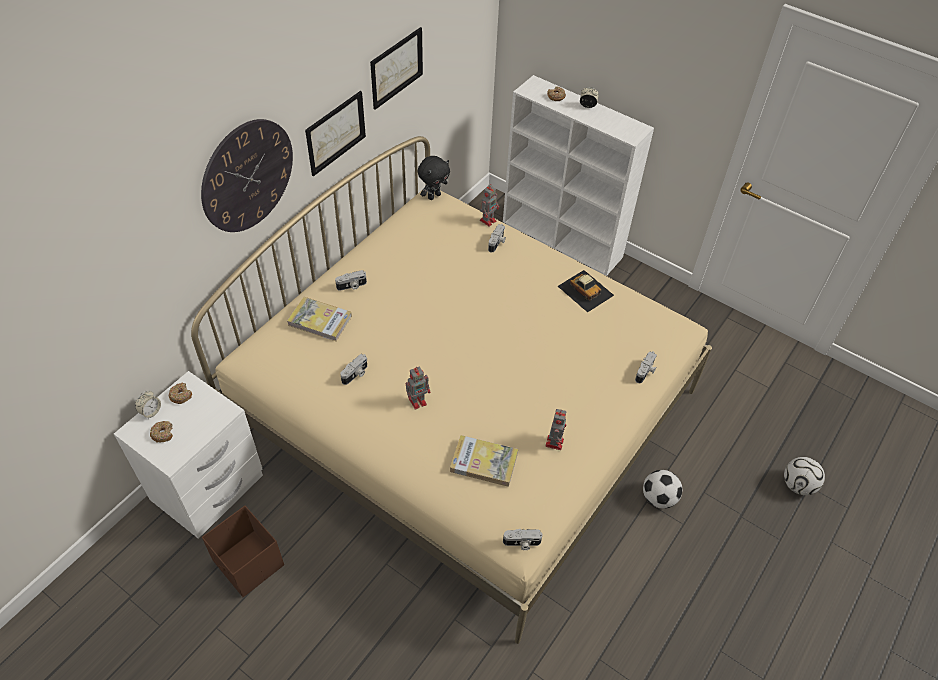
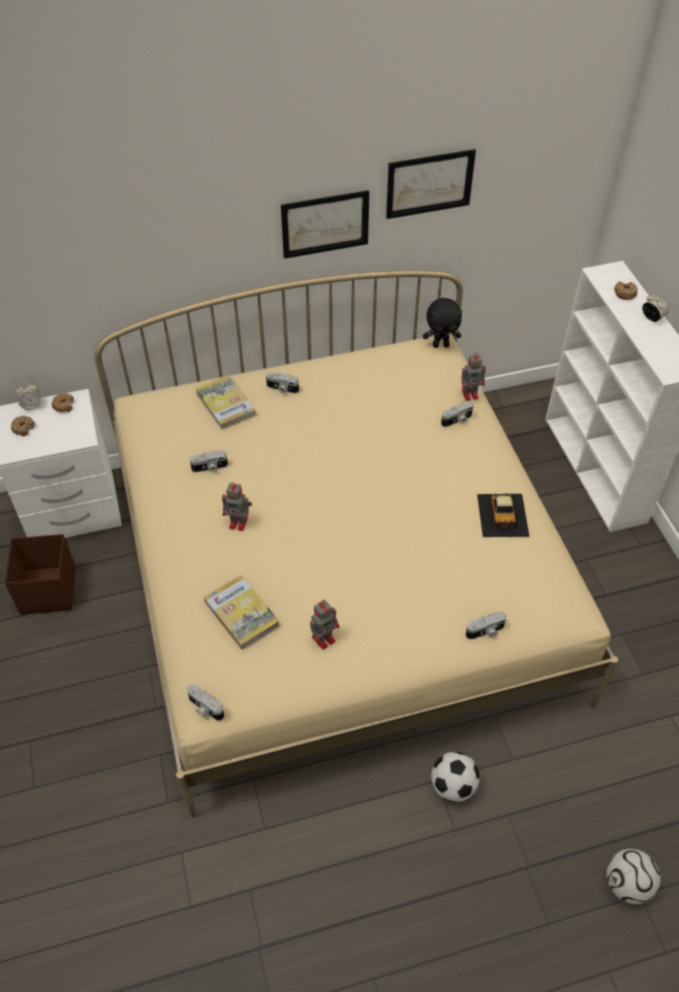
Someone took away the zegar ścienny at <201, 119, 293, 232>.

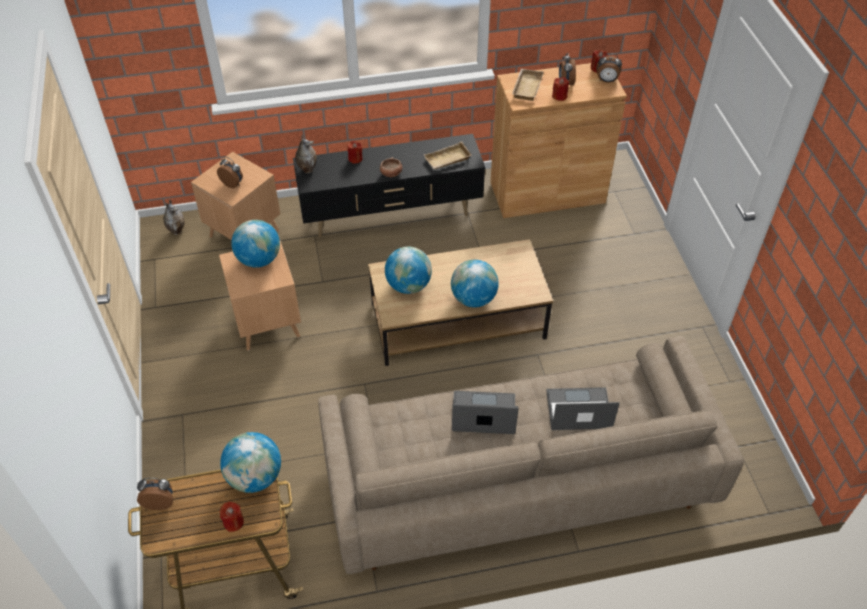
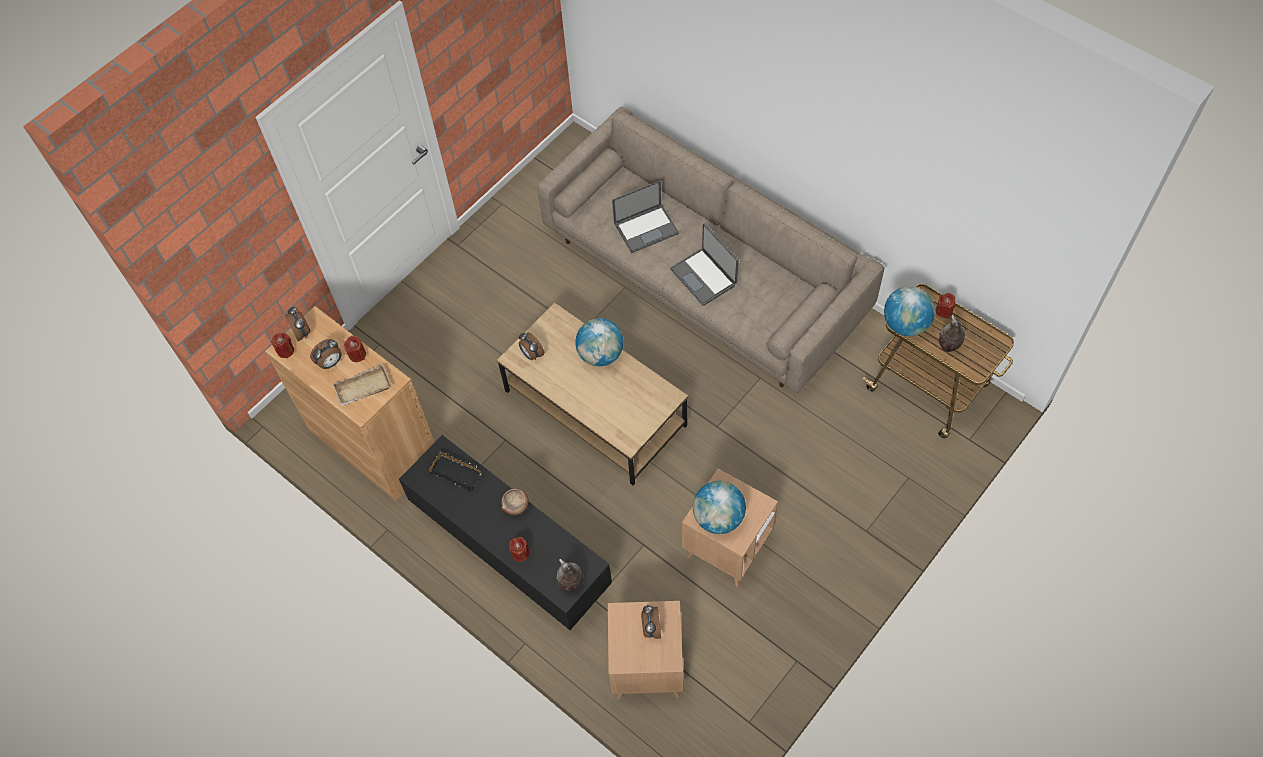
Someone carried the budzik from <137, 478, 173, 510> to <519, 332, 545, 360>.
Someone carried the wazon from <163, 200, 184, 235> to <939, 315, 965, 352>.
Someone took away the globus at <385, 247, 432, 294>.
Someone repainted the taca [beżowy] at <424, 141, 472, 169>, which became the taca [czarny] at <426, 449, 485, 492>.
Someone rotated the laptop at <546, 387, 620, 430> by 75 degrees counterclockwise.

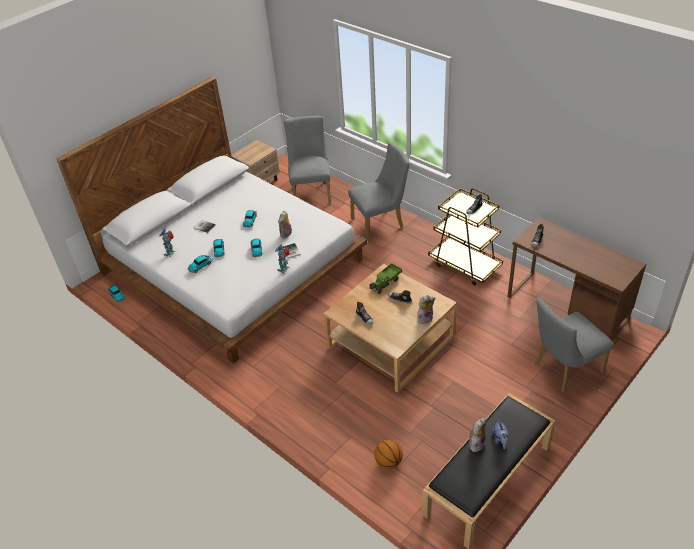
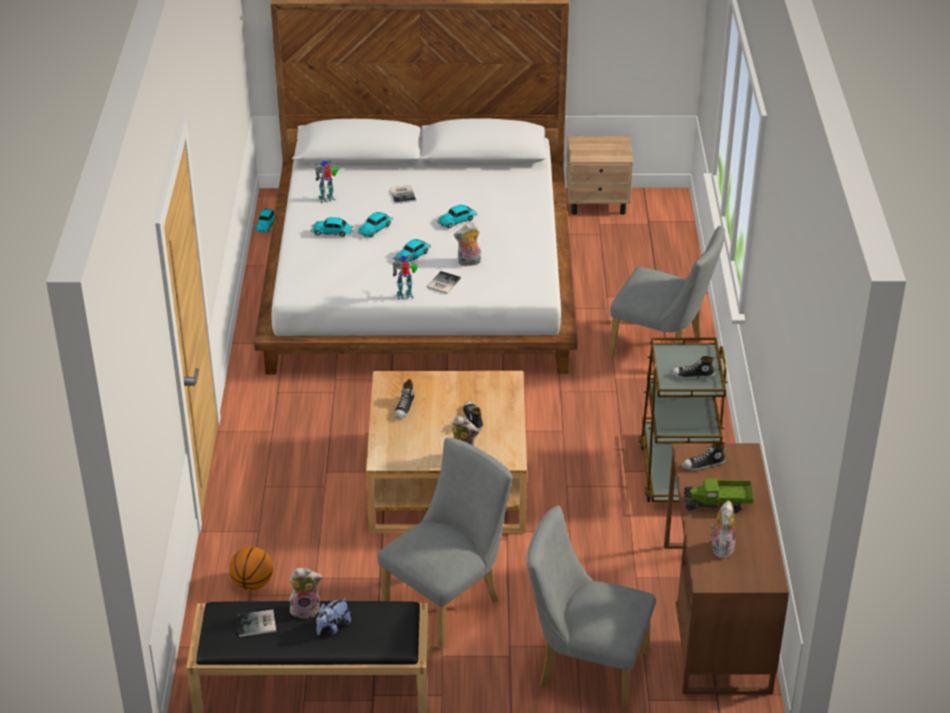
Someone carried the krzesło [szary] from <284, 116, 331, 203> to <378, 438, 513, 650>.
Someone carried the ciężarówka zabawkowa from <369, 263, 402, 294> to <683, 478, 754, 513>.
Someone put down the książka at <237, 609, 276, 637>.
Someone put down the pluszak at <710, 501, 735, 559>.

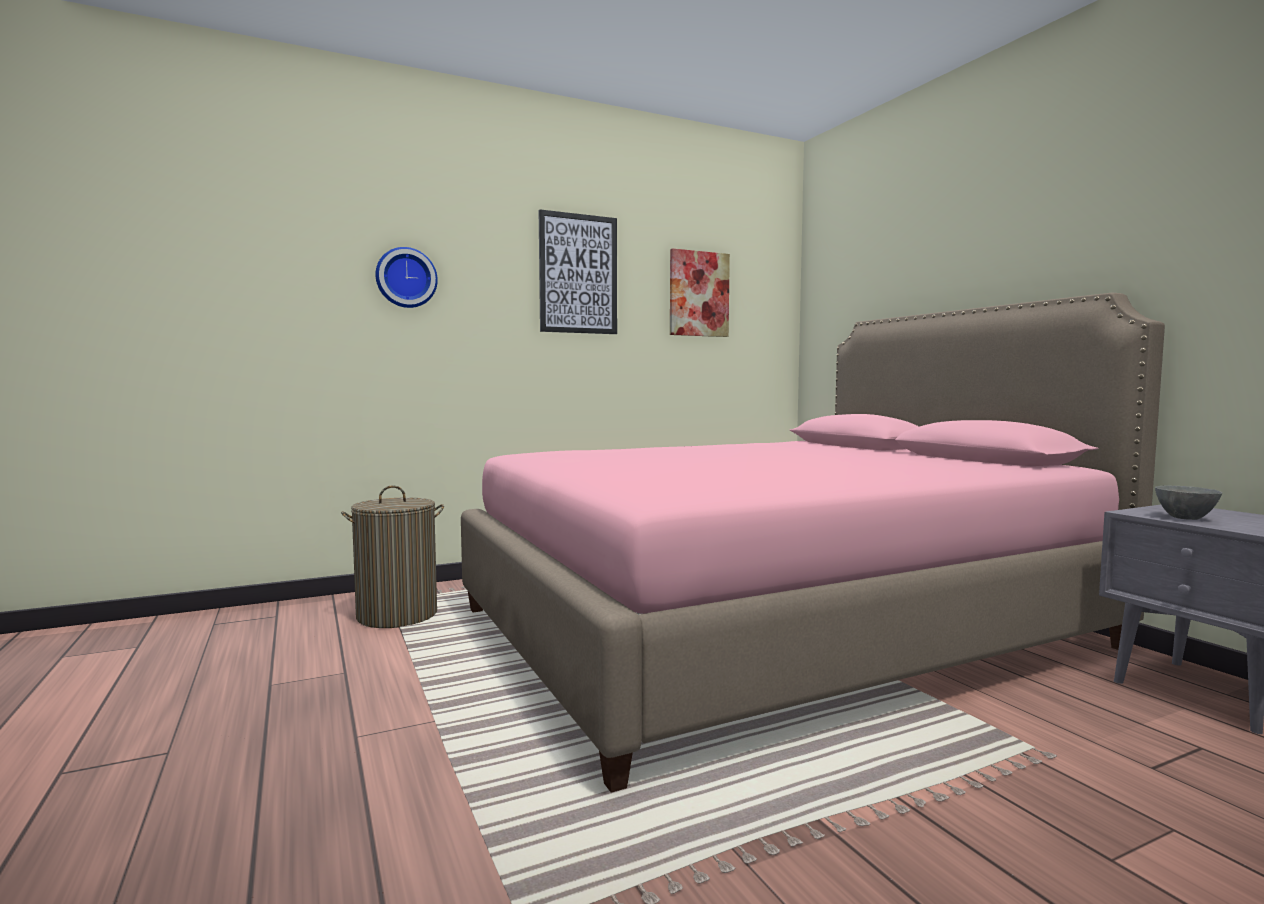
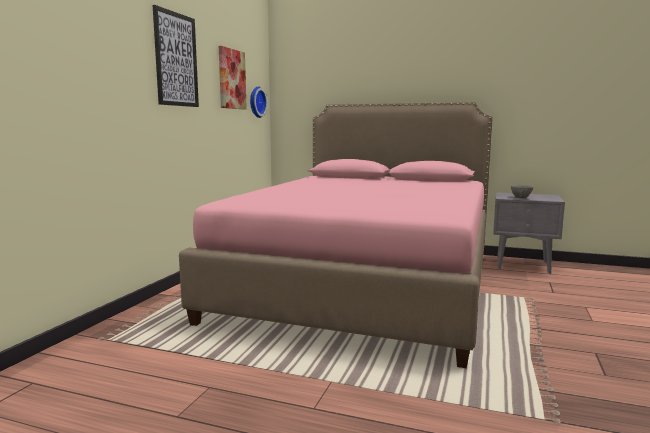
Someone took away the kosz na pranie at <341, 485, 444, 628>.
Someone carried the zegar ścienny from <375, 247, 438, 308> to <250, 86, 268, 118>.

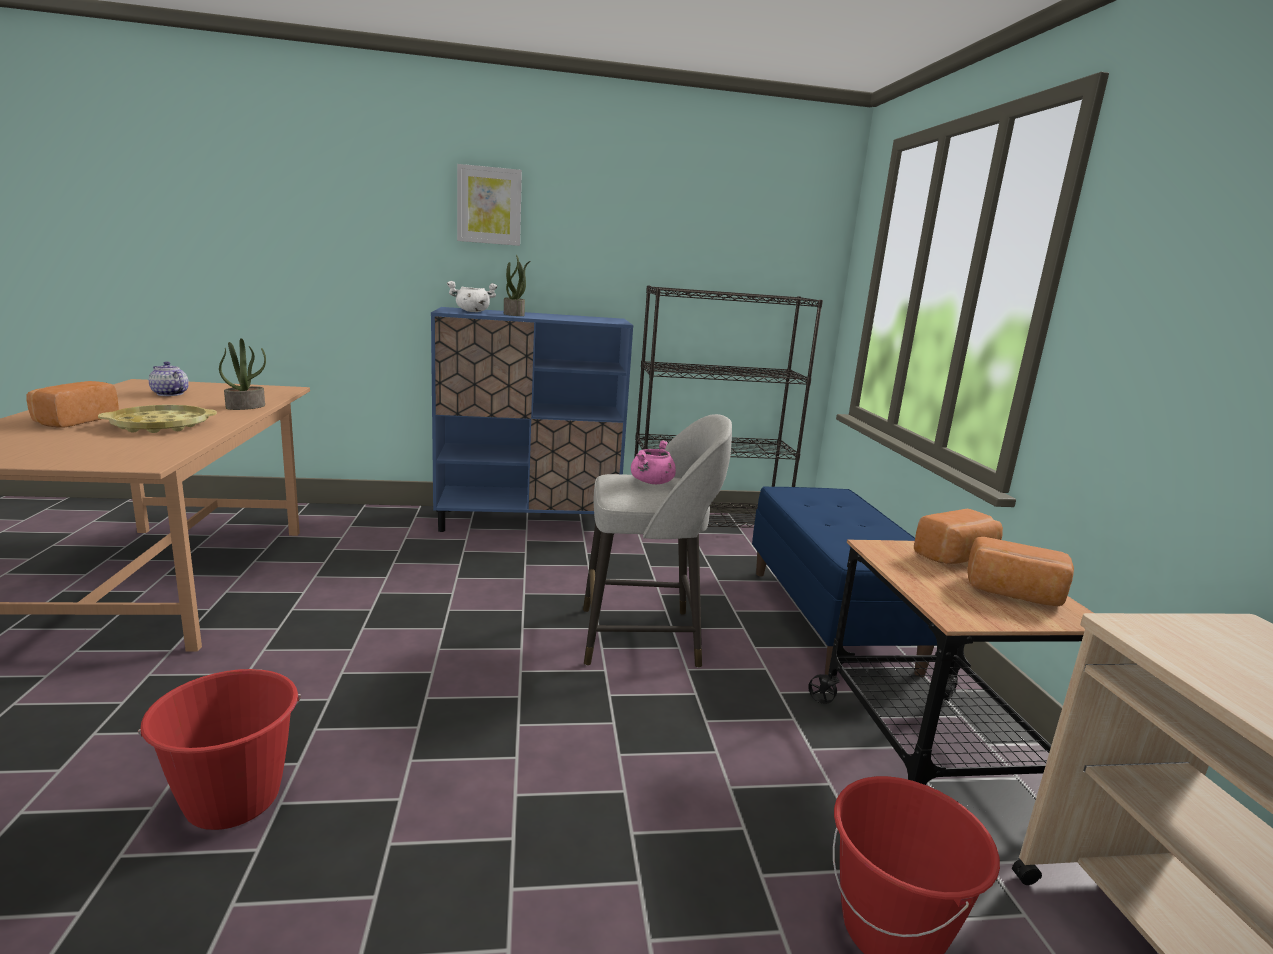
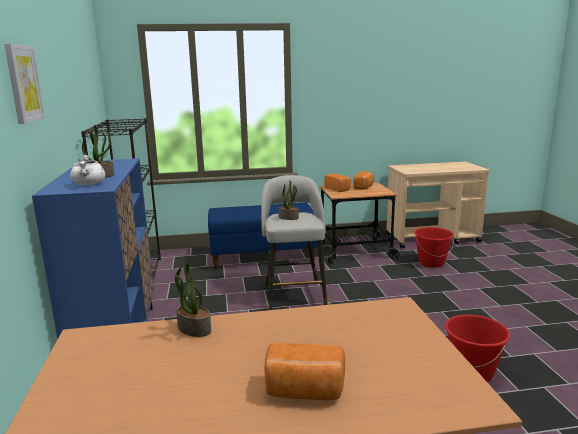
Someone took away the taca [żółty] at <98, 405, 217, 433>.
Someone took away the imbryk at <149, 361, 189, 396>.
Someone swapped the garnek [różowy] at <631, 440, 676, 484> for the roślina doniczkowa at <279, 180, 299, 220>.

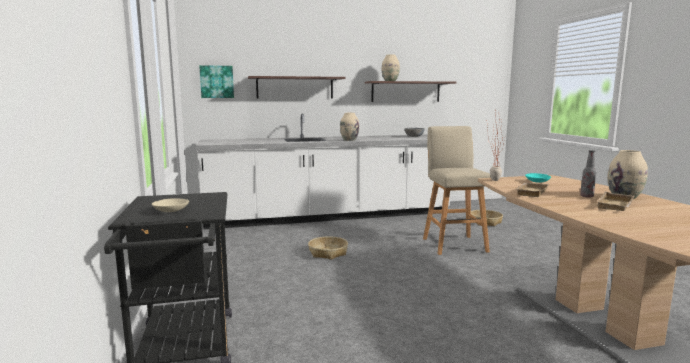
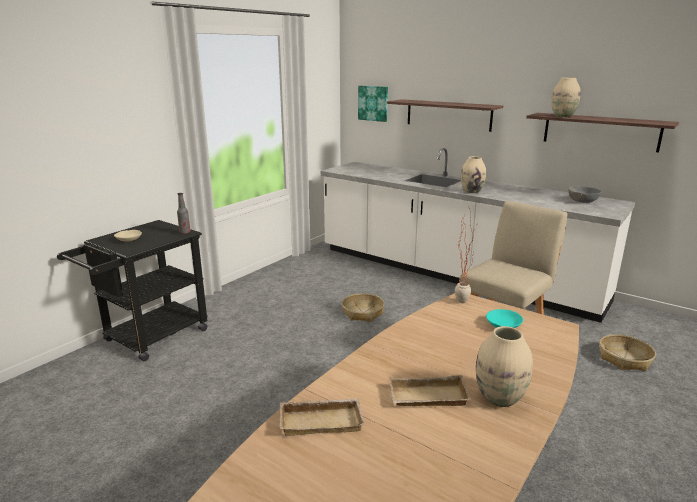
Someone carried the taca [beżowy] from <516, 183, 549, 197> to <279, 398, 364, 436>.
Someone carried the butelka from <580, 150, 596, 198> to <177, 193, 190, 234>.

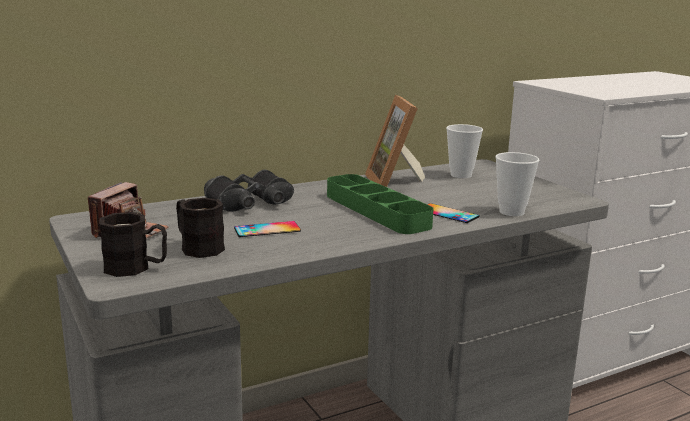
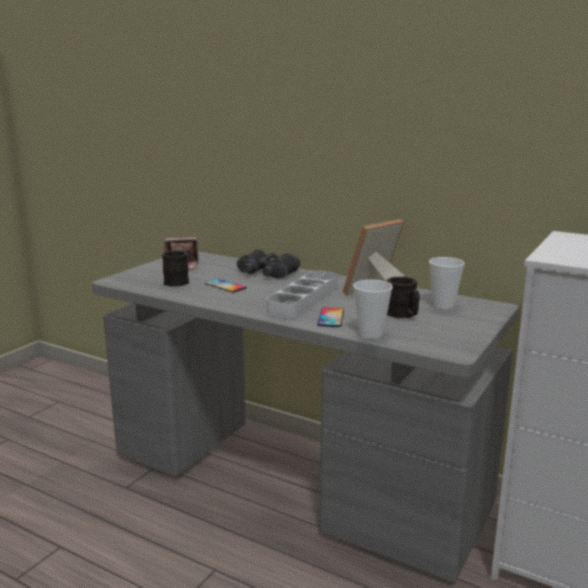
Someone carried the kubek [czarny] from <99, 212, 167, 277> to <387, 277, 420, 318>.
Someone repainted the taca [zielony] at <327, 174, 434, 234>, which became the taca [szary] at <267, 270, 338, 319>.

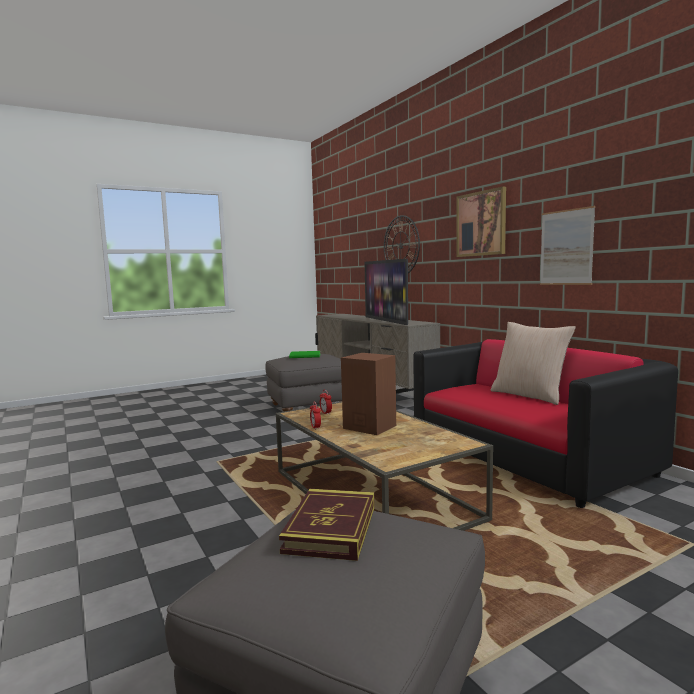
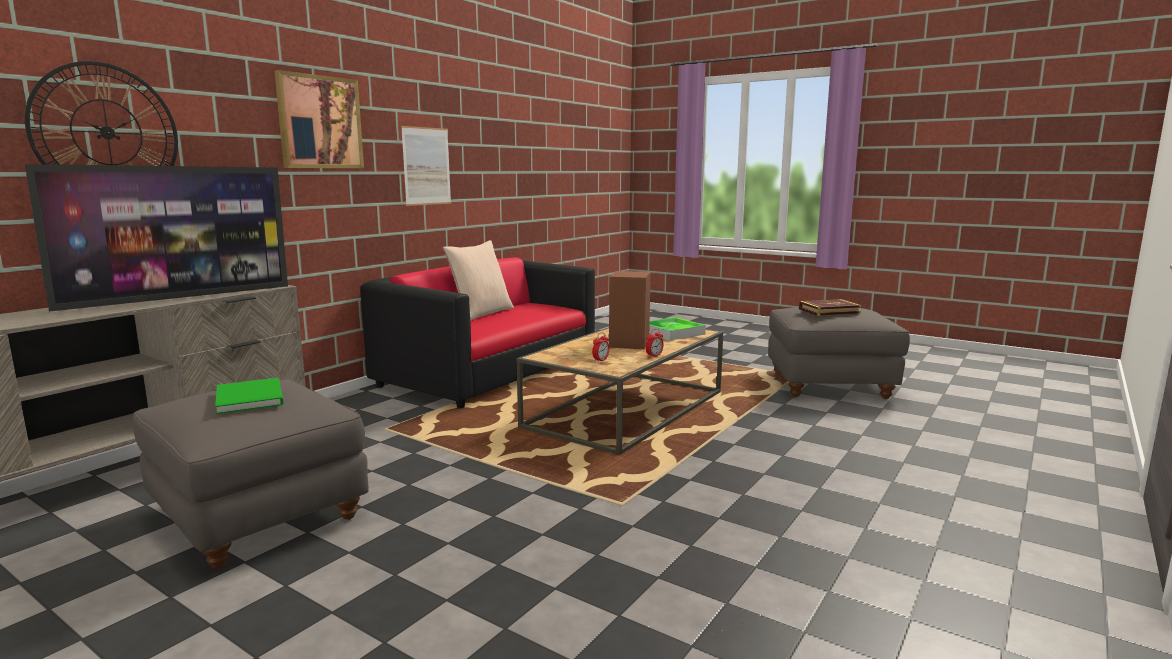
Someone put down the taca at <649, 317, 706, 340>.

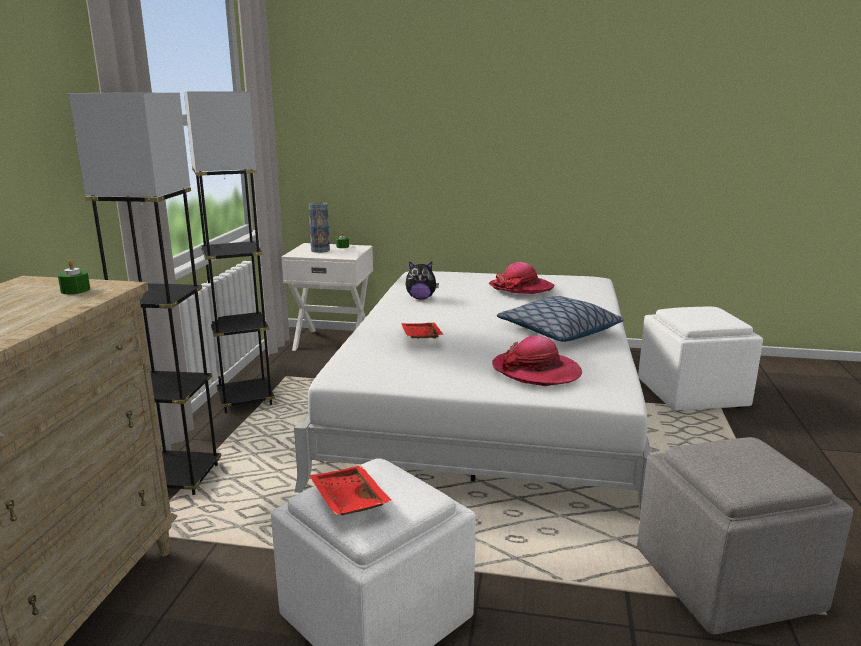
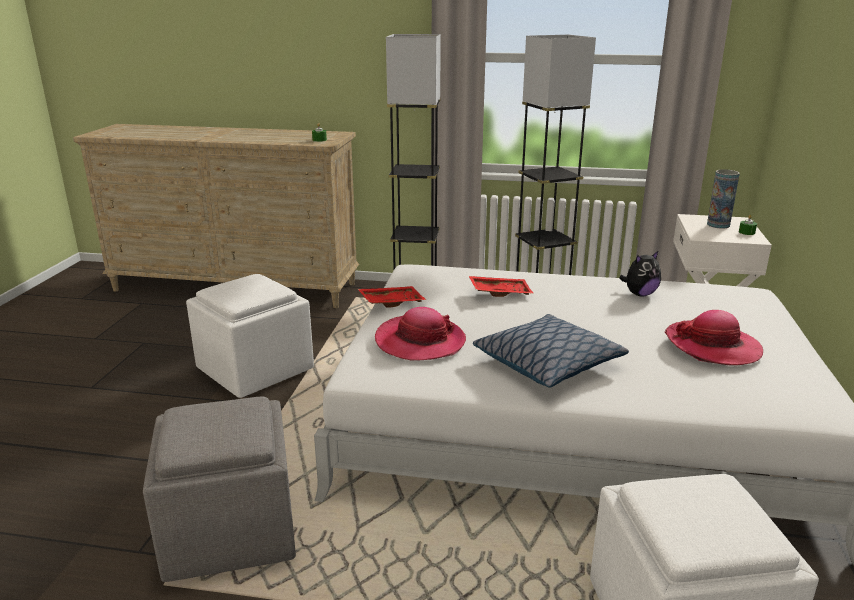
Someone carried the taca [czerwony] from <309, 465, 393, 515> to <358, 286, 426, 308>.
Someone rotated the pluszak at <405, 261, 439, 299> by 120 degrees counterclockwise.

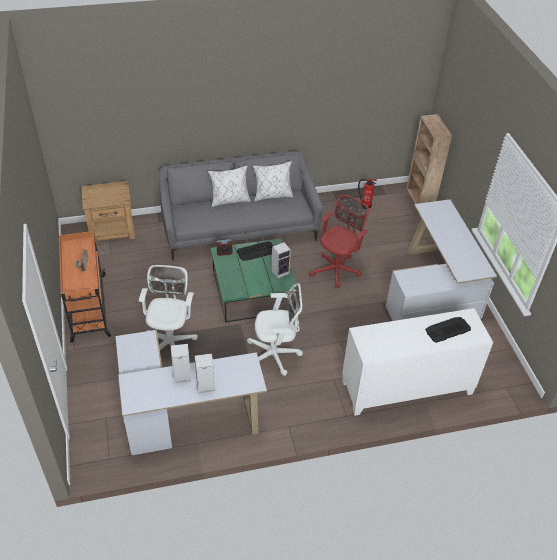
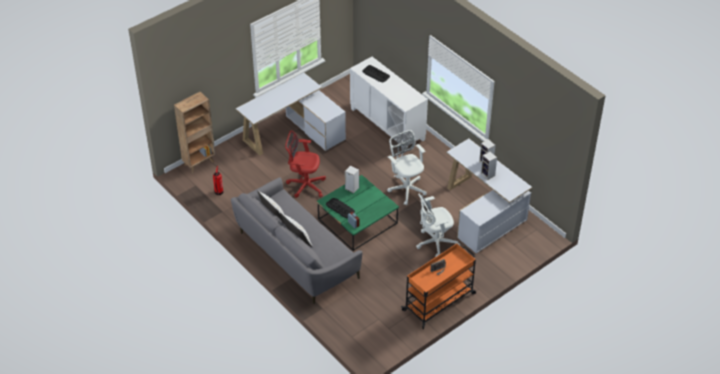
Someone took away the szafka nocna [brązowy] at <81, 181, 135, 244>.

